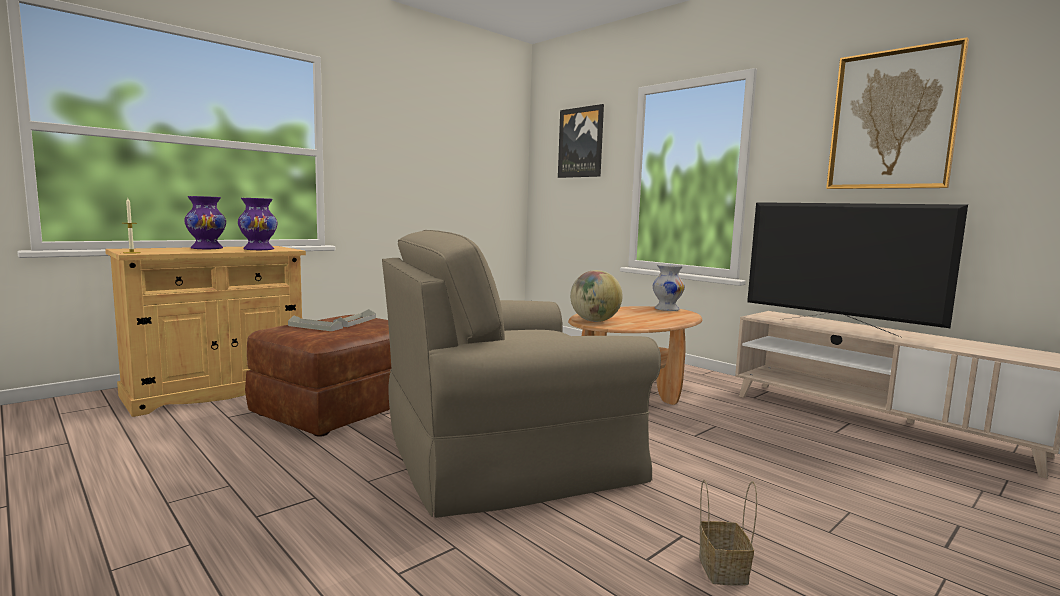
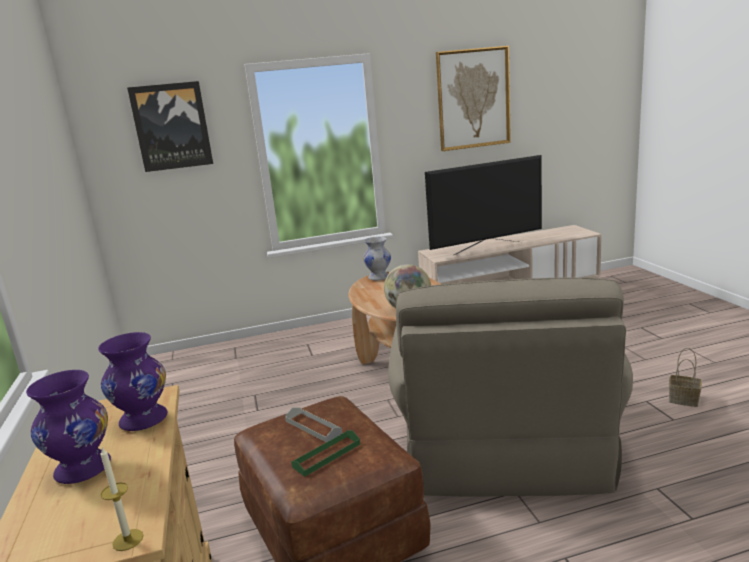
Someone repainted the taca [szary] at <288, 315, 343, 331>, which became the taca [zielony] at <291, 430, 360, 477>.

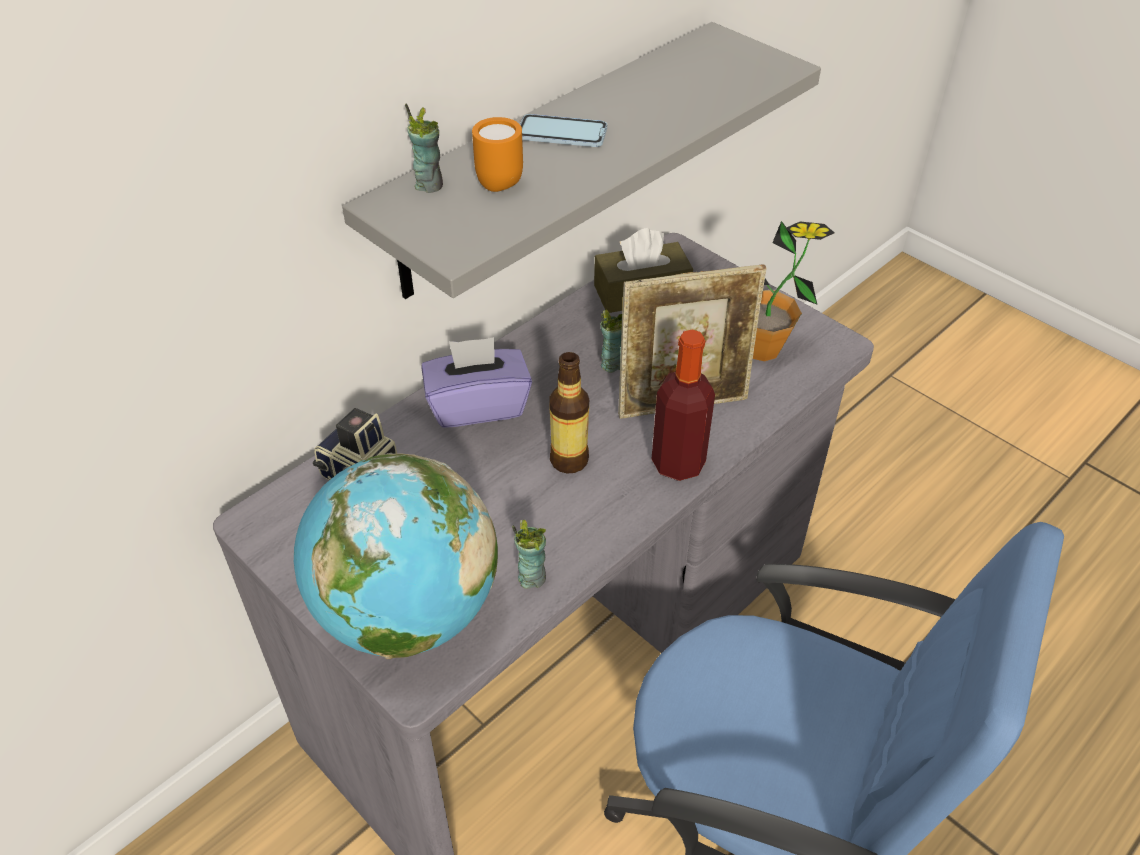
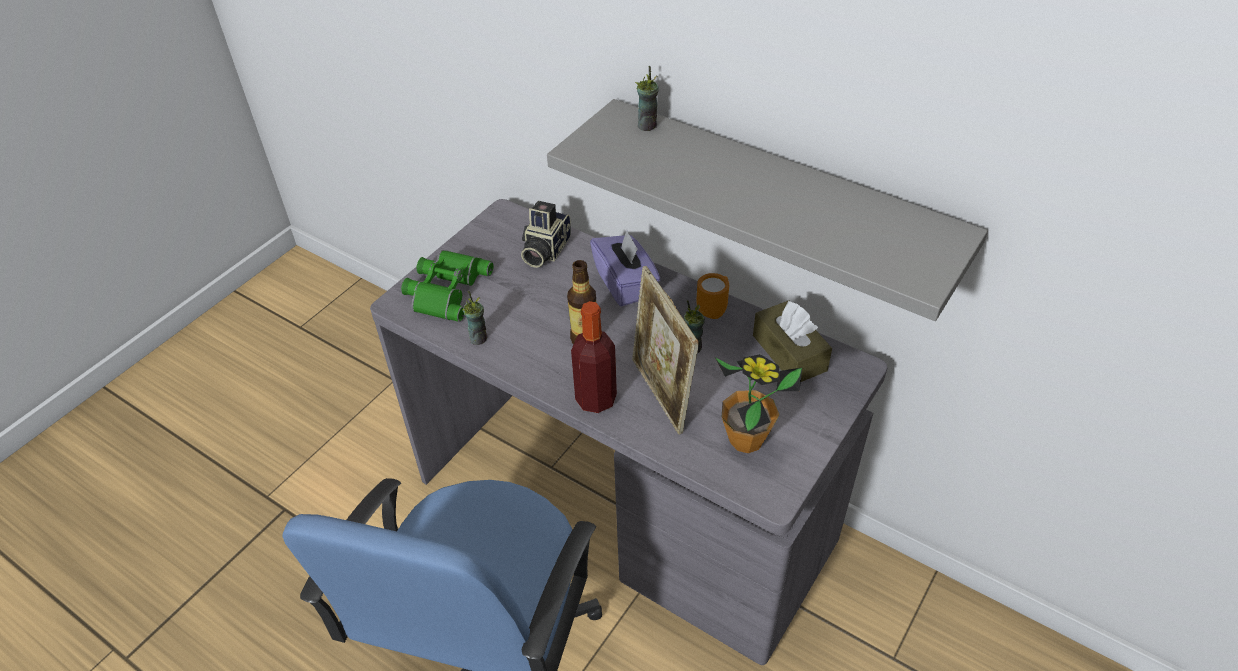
Someone swapped the globus at <294, 453, 498, 659> for the lornetka [zielony] at <401, 250, 494, 322>.
Someone carried the kubek [pomarańczowy] from <472, 117, 523, 192> to <696, 273, 729, 319>.
Someone took away the telefon at <520, 114, 607, 147>.

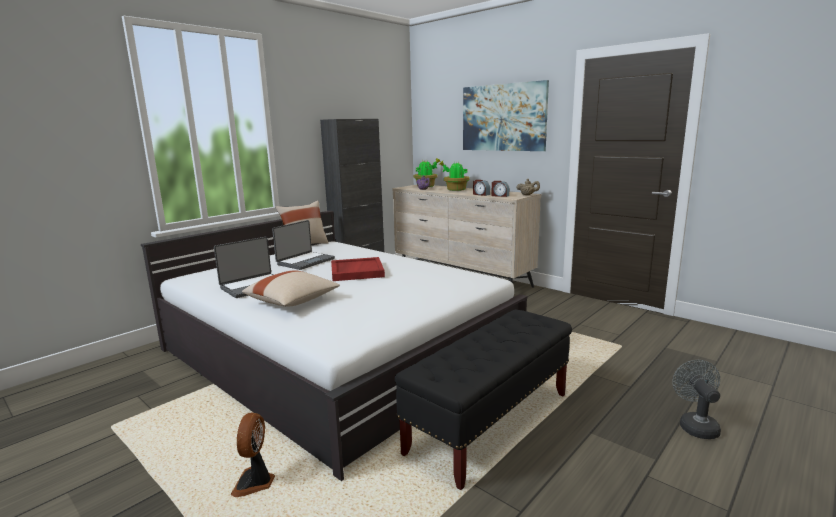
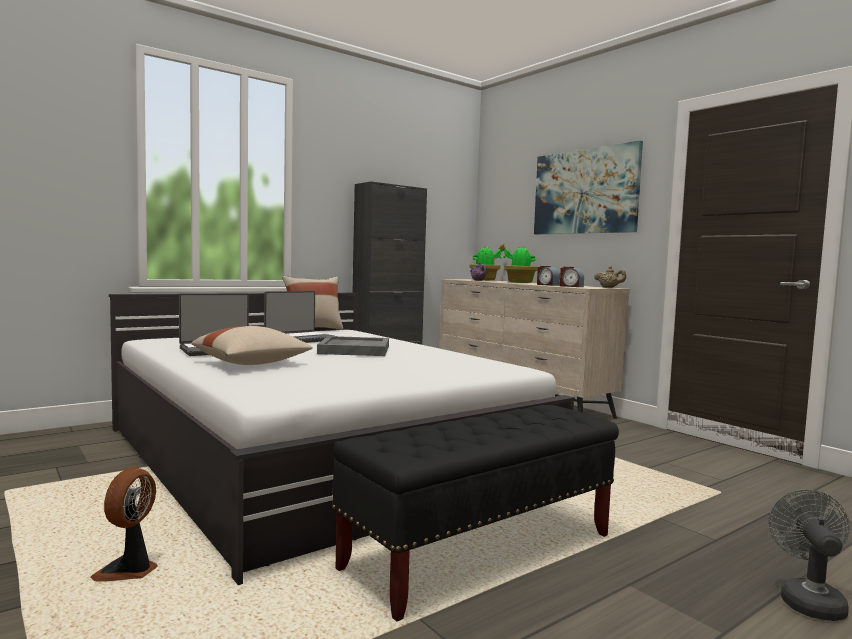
Someone repainted the taca [czerwony] at <331, 257, 385, 281>, which became the taca [szary] at <317, 336, 389, 356>.

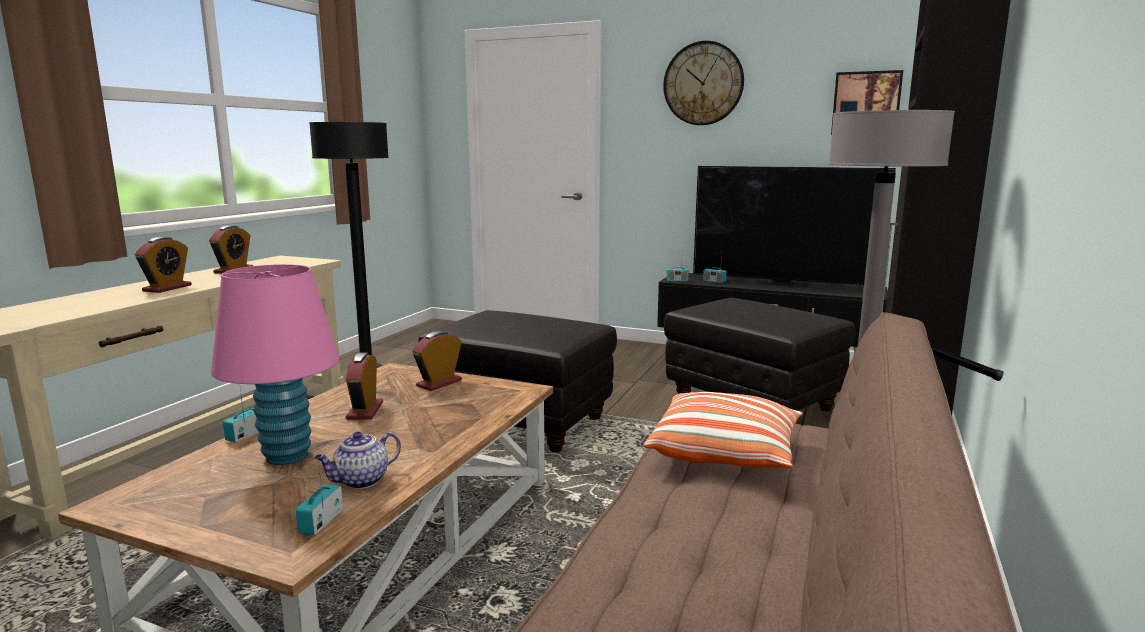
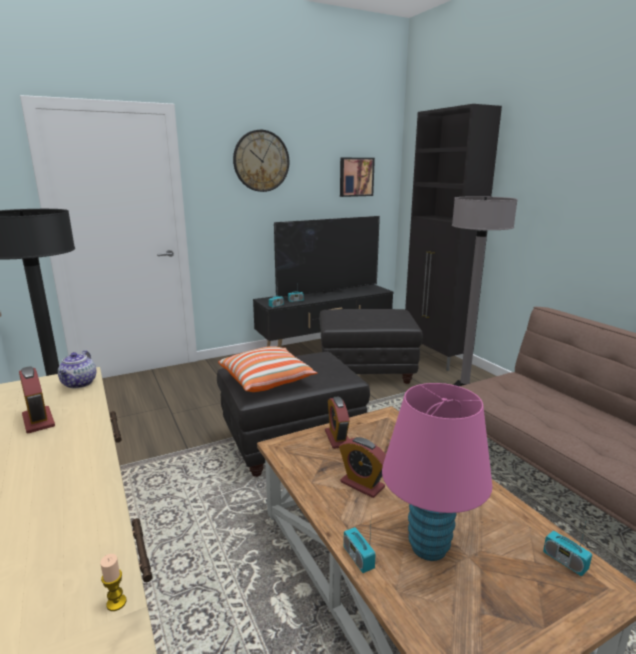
Someone took away the budzik at <135, 237, 192, 293>.
Someone carried the imbryk from <315, 432, 401, 489> to <58, 350, 96, 388>.
Someone carried the poduszka from <644, 392, 803, 468> to <218, 346, 318, 392>.
Someone put down the świeca at <100, 554, 126, 611>.

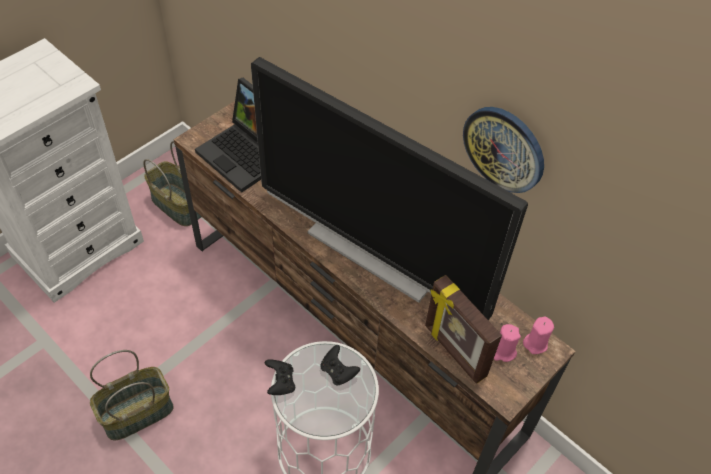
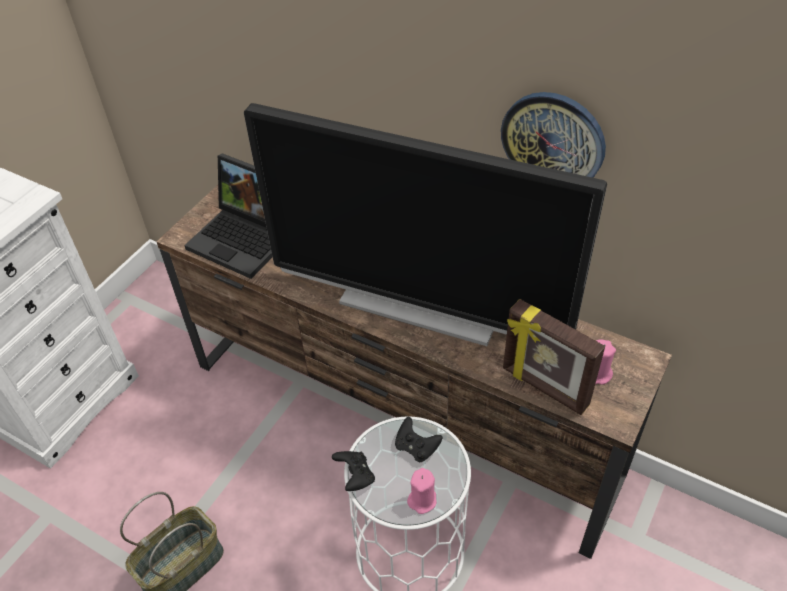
Someone took away the koszyk at <143, 141, 202, 226>.
Someone carried the świeca [różowy] from <523, 316, 554, 354> to <407, 468, 437, 514>.

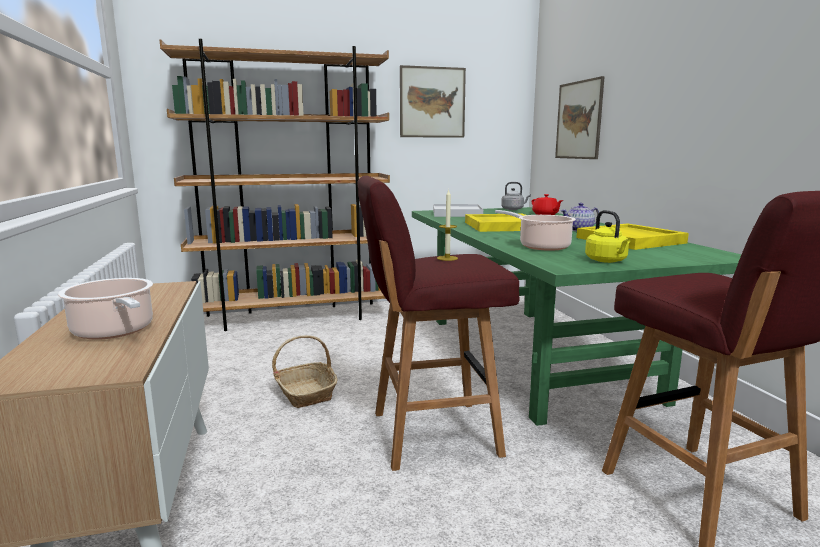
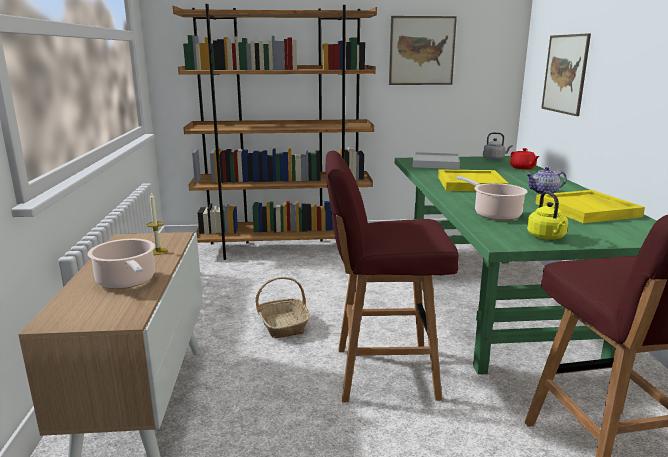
Someone carried the świeca from <437, 189, 458, 261> to <147, 192, 168, 255>.

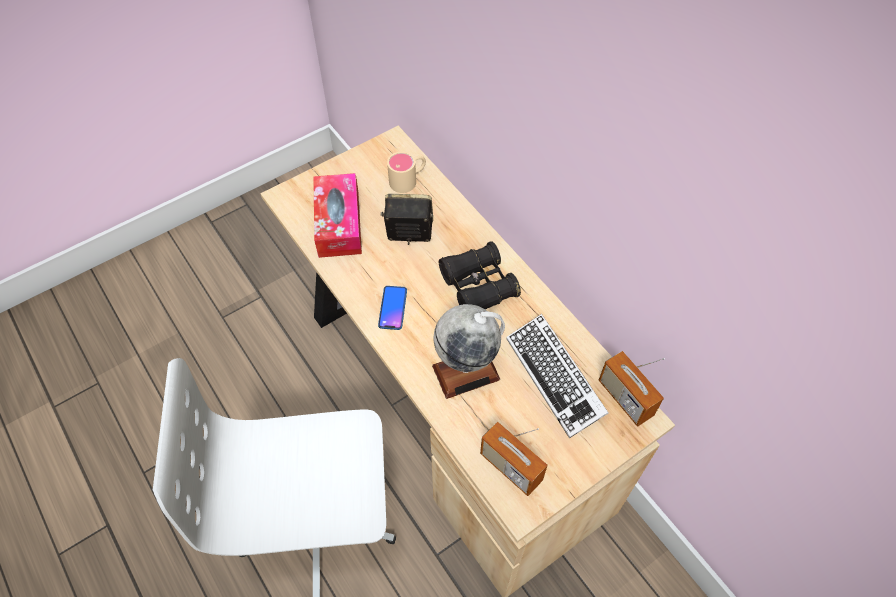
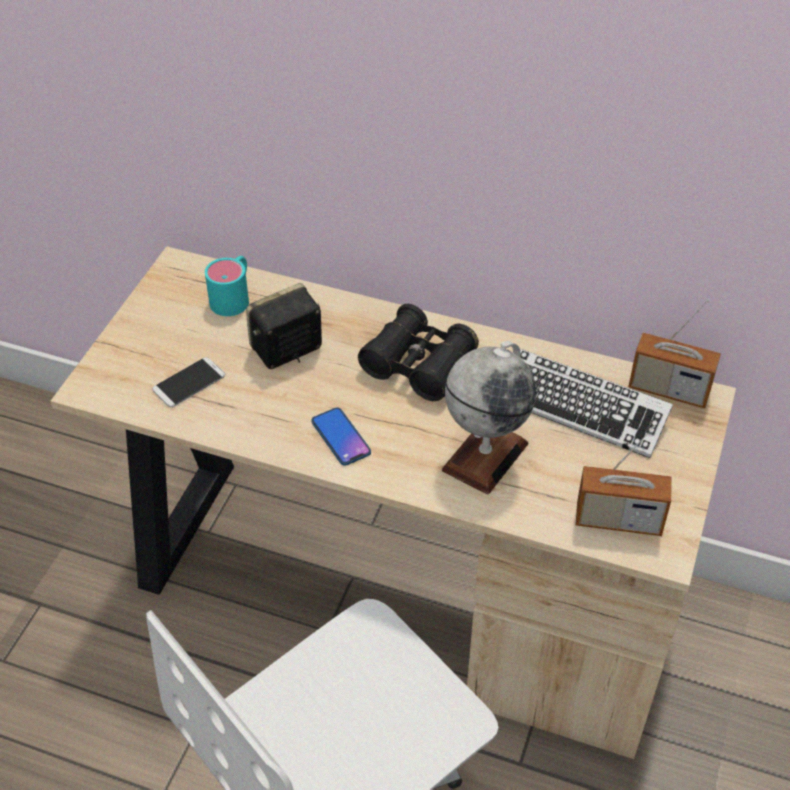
Someone swapped the pudełko chusteczek at <313, 173, 362, 258> for the telefon at <152, 357, 225, 407>.
Someone repainted the kubek [beżowy] at <387, 152, 426, 193>, which became the kubek [turkusowy] at <205, 256, 249, 316>.

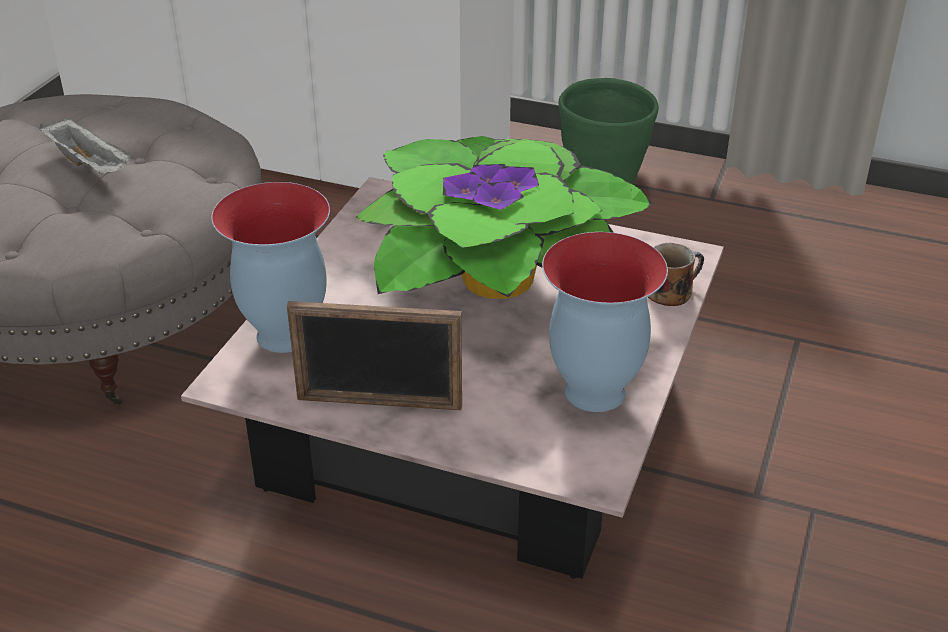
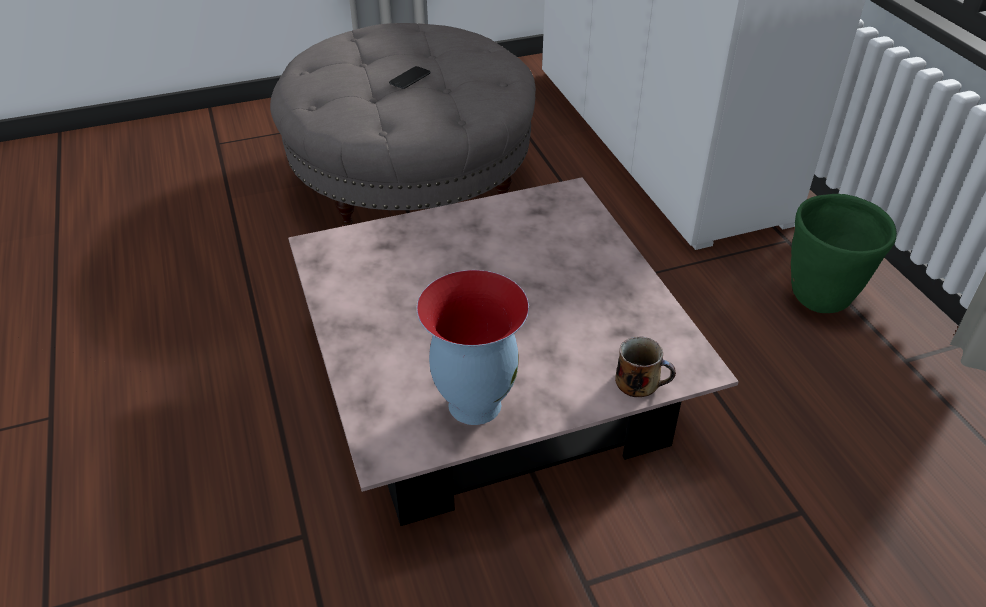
Someone swapped the taca [szary] at <39, 118, 132, 174> for the telefon at <389, 66, 431, 89>.
Someone took away the wazon at <211, 182, 330, 353>.
Someone took away the ramka na zdjęcie at <287, 301, 462, 411>.
Someone took away the roślina doniczkowa at <356, 136, 652, 299>.

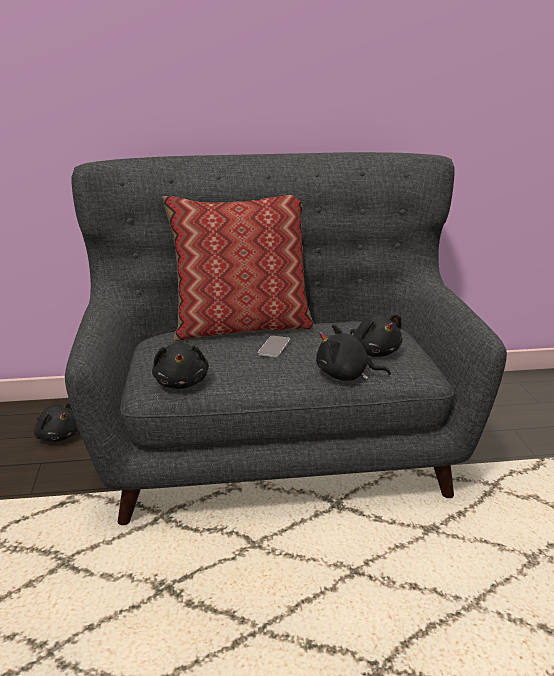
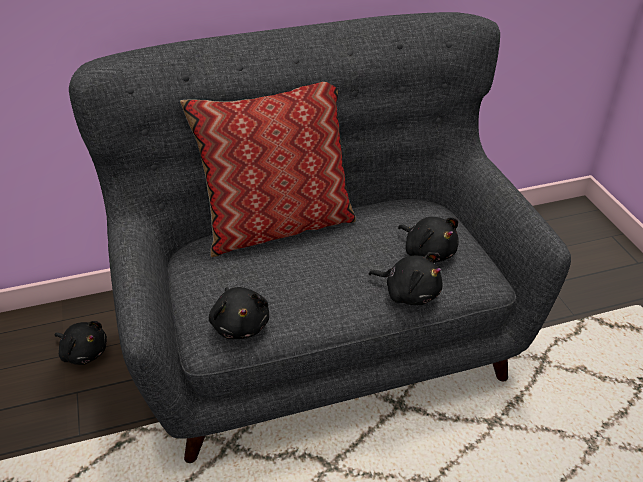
Someone took away the telefon at <258, 336, 290, 358>.
Someone rotated the pluszak [czarny] at <316, 324, 391, 381> by 150 degrees counterclockwise.

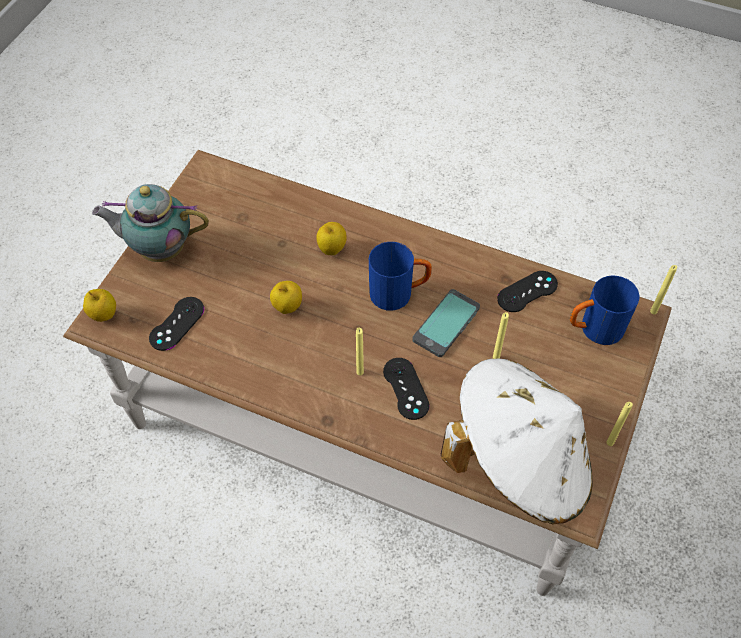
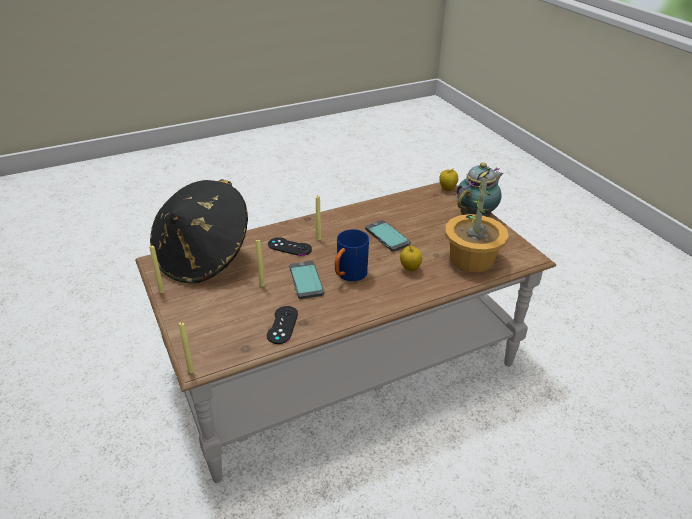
Someone took away the pad do gier [czarny] at <149, 297, 204, 351>.
Someone swapped the jabłko at <270, 281, 302, 314> for the telefon at <365, 220, 411, 252>.
Someone repainted the kapelusz [biały] at <441, 359, 592, 524>, which became the kapelusz [czarny] at <150, 179, 248, 284>.
Someone took away the kubek [niebieski] at <570, 276, 639, 345>.
Someone put down the roślina doniczkowa at <445, 168, 509, 273>.

